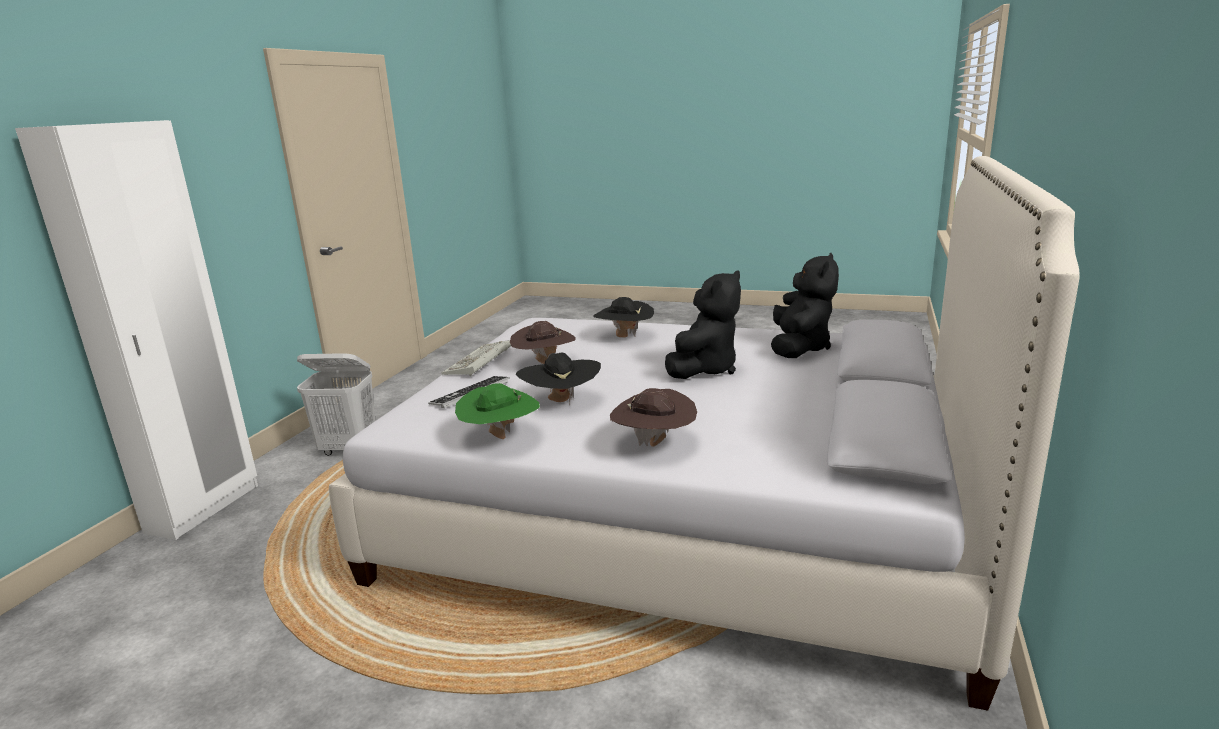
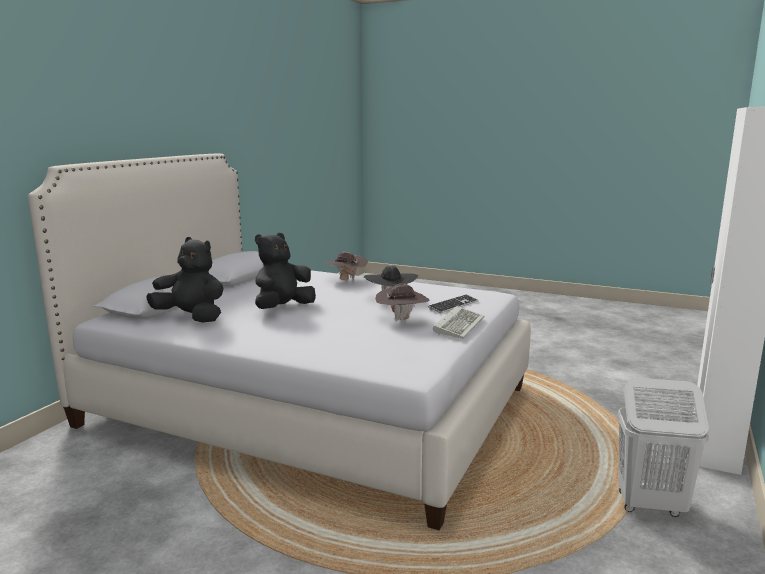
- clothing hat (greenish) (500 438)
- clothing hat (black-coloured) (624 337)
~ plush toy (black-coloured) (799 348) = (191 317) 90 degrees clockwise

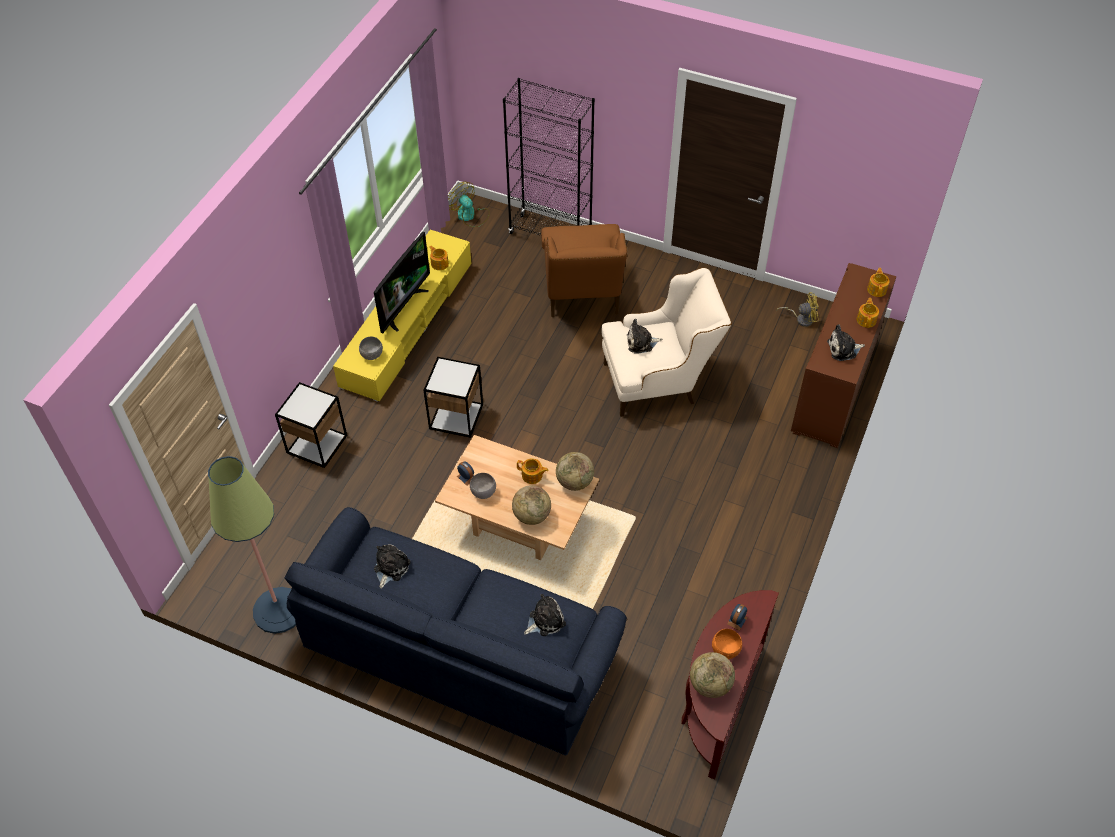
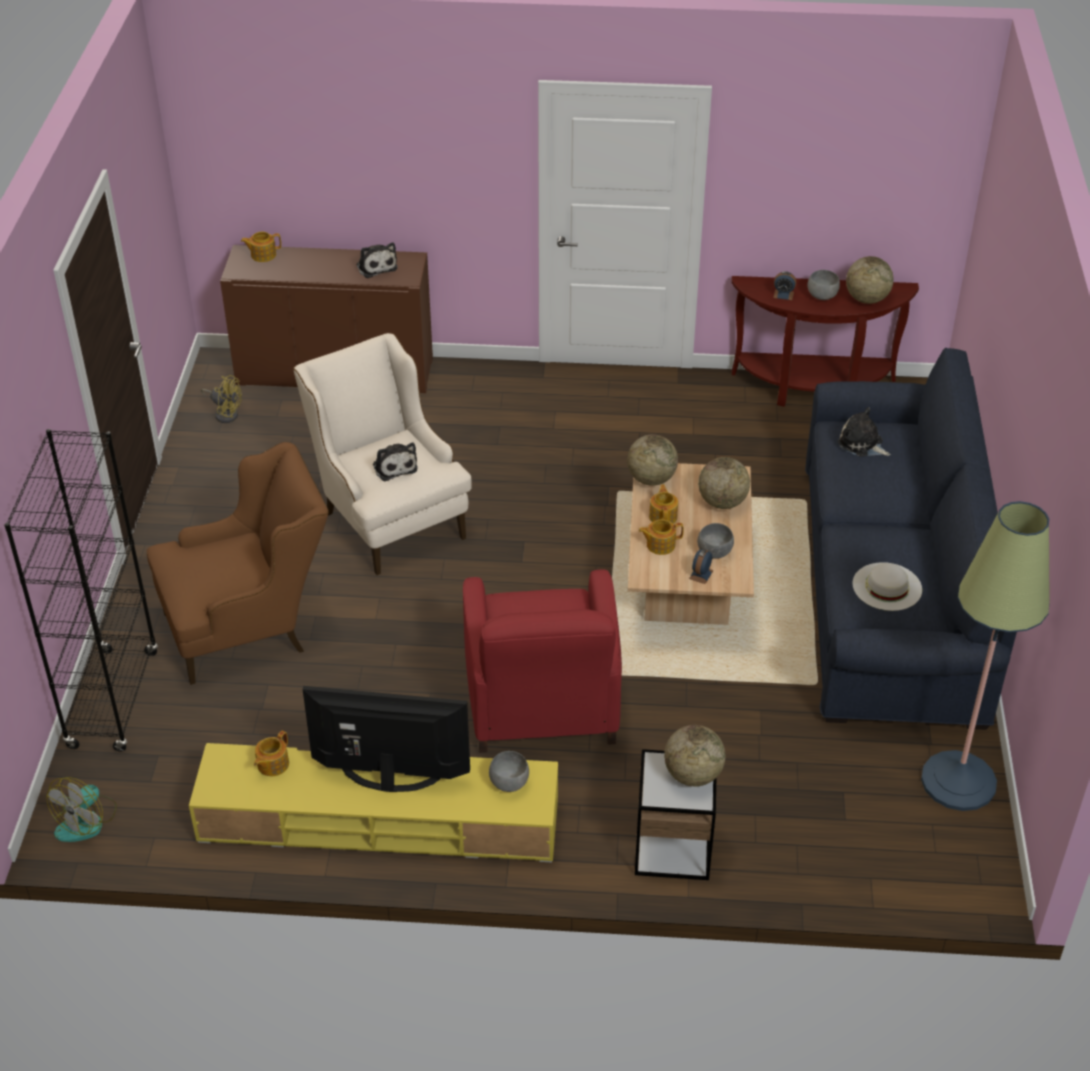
+ globe (692 775)
~ pot for tea (866 320) to (660 545)
~ plush toy (390 568) to clothing hat (whitish) (887 586)
~ accent table (456 416) to armchair (red) (542 701)
~ serving bowl (orange-coloured) (726 650) to serving bowl (grey) (822 296)
~ cooling fan (yellow) (801 319) = (225 413) 135 degrees clockwise

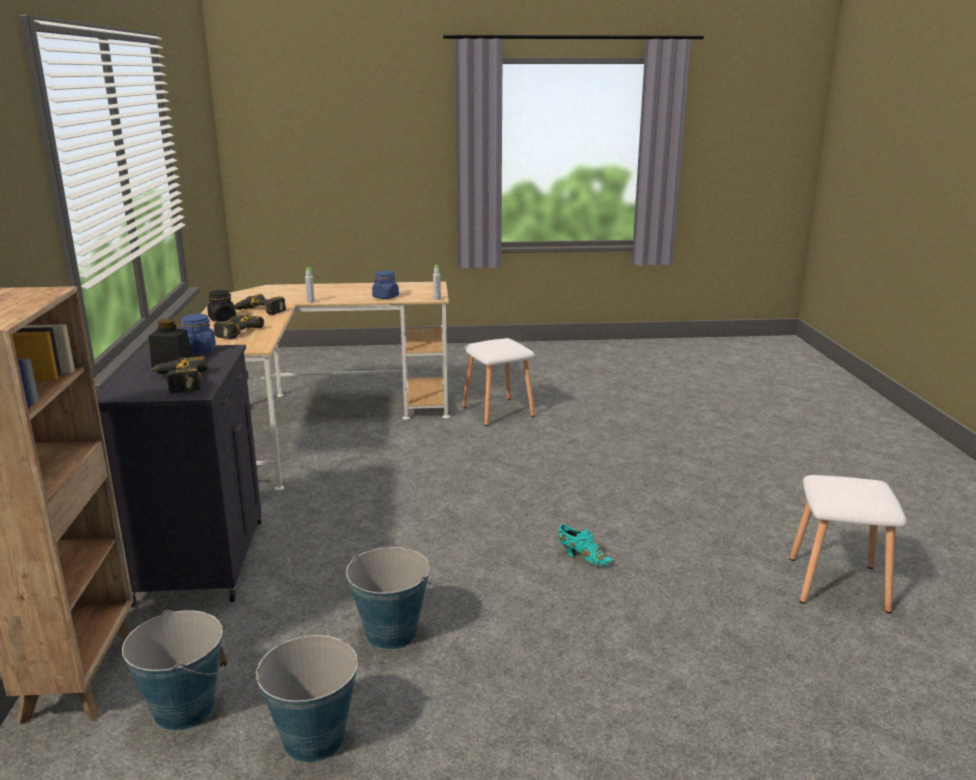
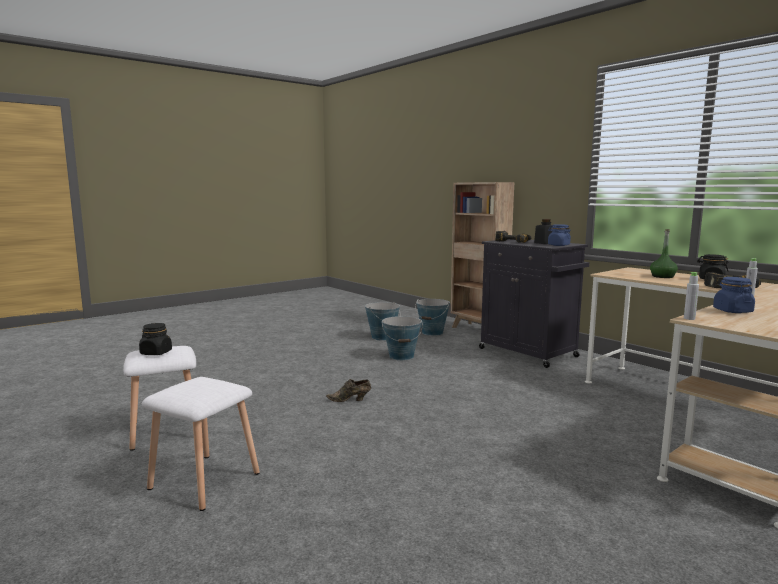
+ preserve jar (black-coloured) (156 353)
~ sitting stool (whitish) (498 411) to (204 482)
~ electric drill (234 331) to bottle (greenish) (662 276)
~ item of footwear (turquoise) (582 557) to item of footwear (brownish) (350 400)

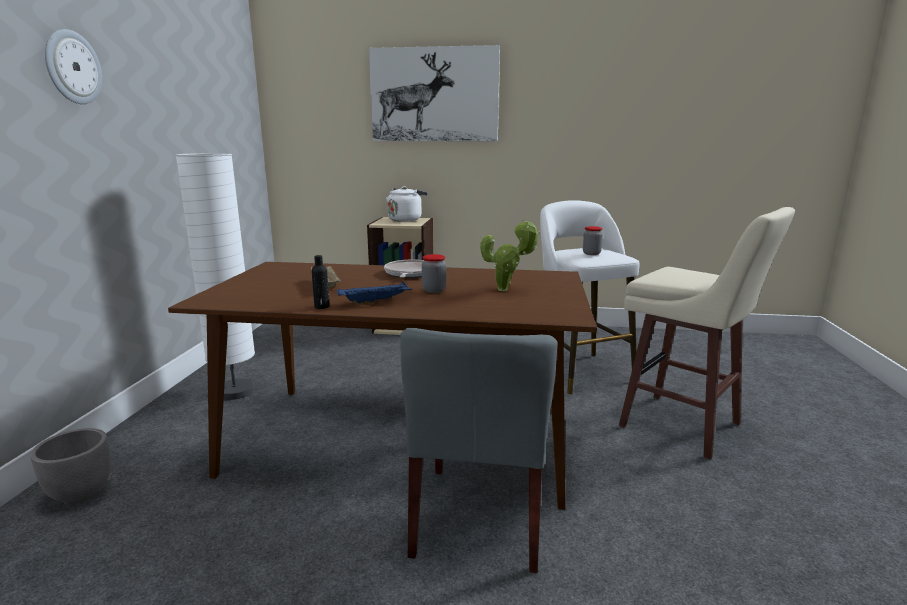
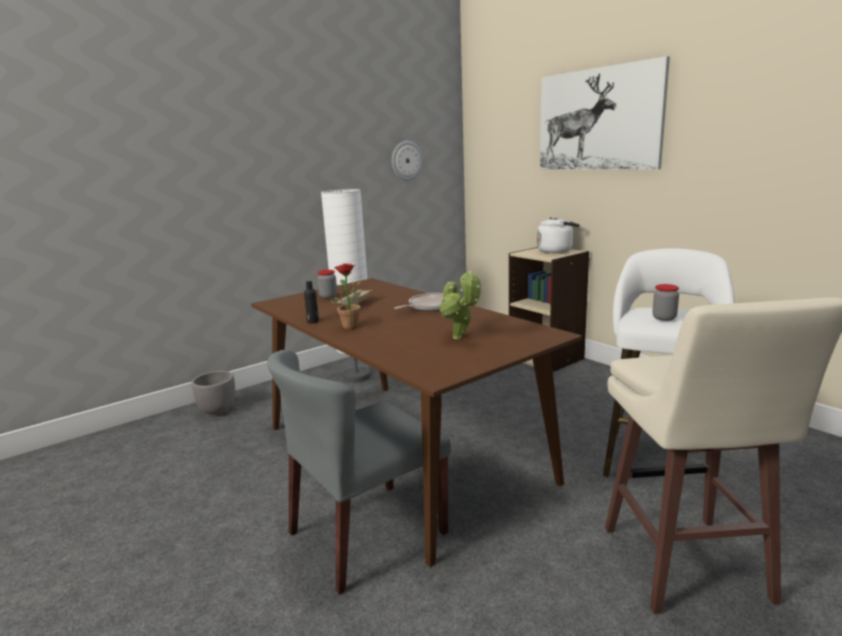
~ hanging clock (72 67) to (406 160)
~ preserve jar (434 290) to (328 296)
~ tray (blue) (376 302) to plant in a pot (348 326)

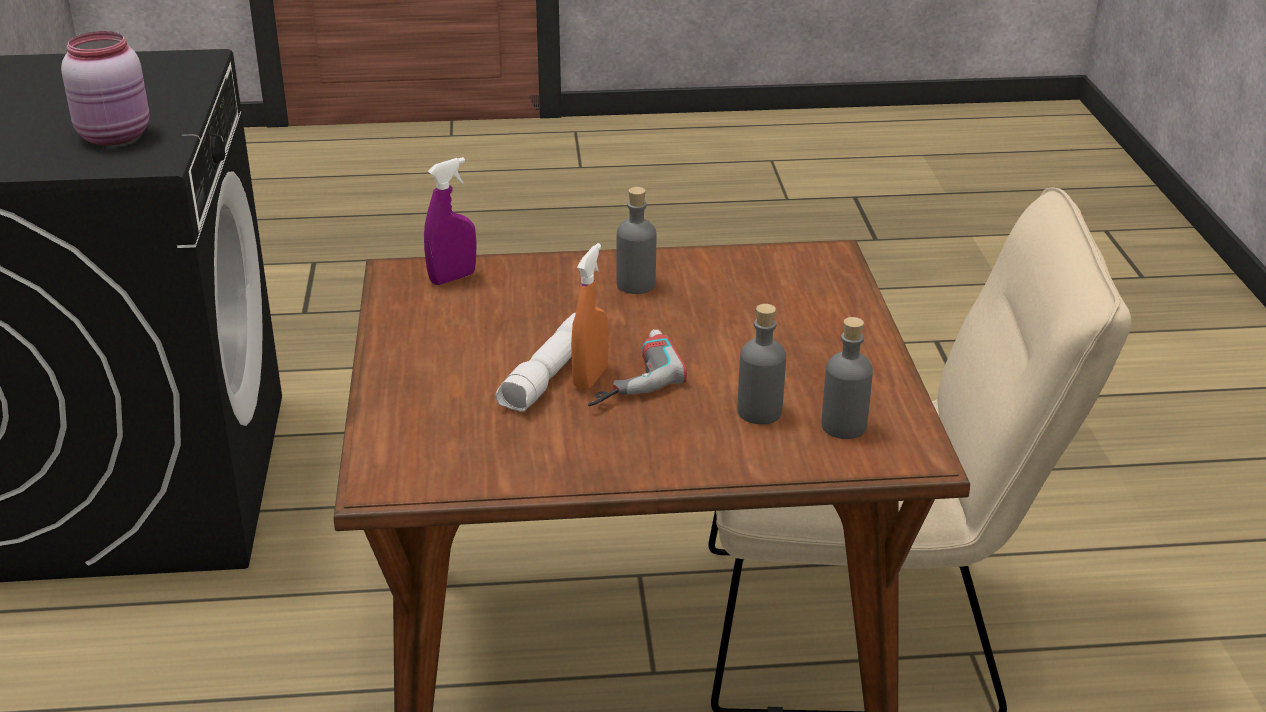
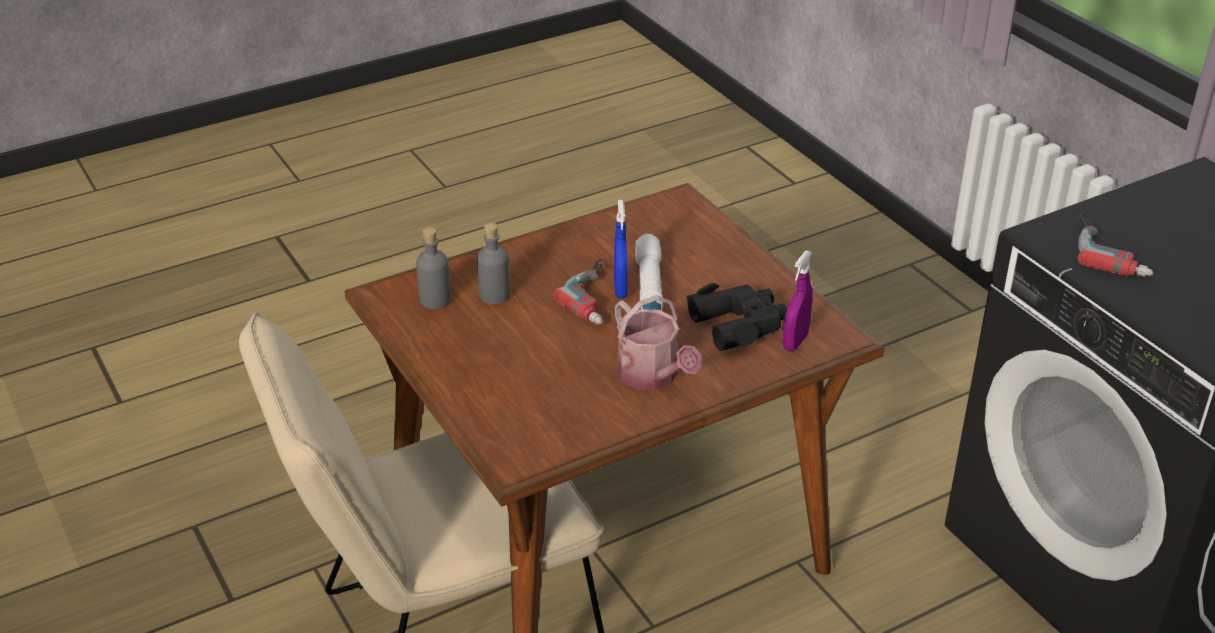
+ field glasses (black-coloured) (739 324)
~ preserve jar (pink) (116 136) to electric drill (1112 251)
~ bottle (grey) (636 284) to watering pot (653 377)
~ spray bottle (orange-coloured) (590 378) to spray bottle (blue) (620 289)

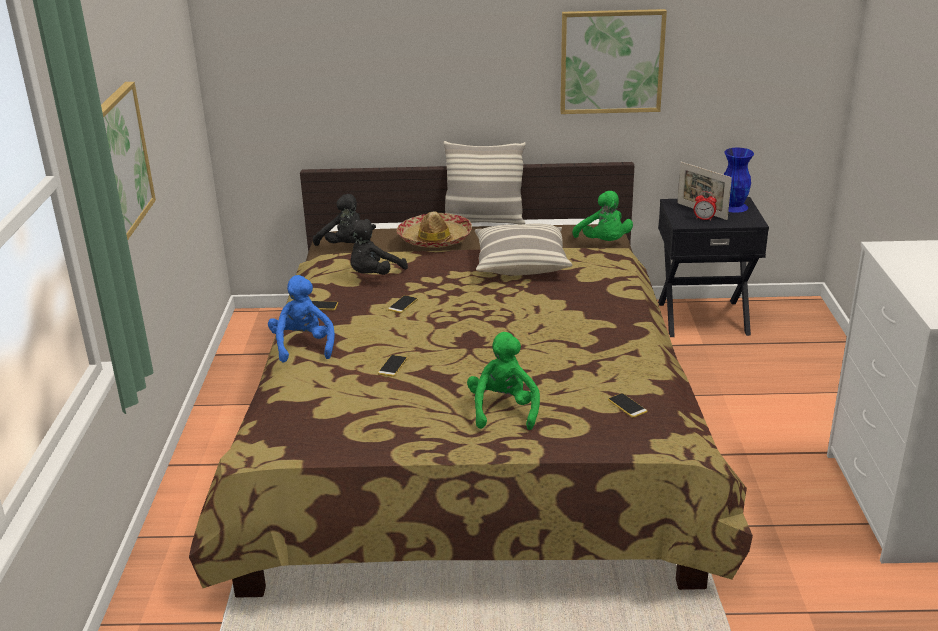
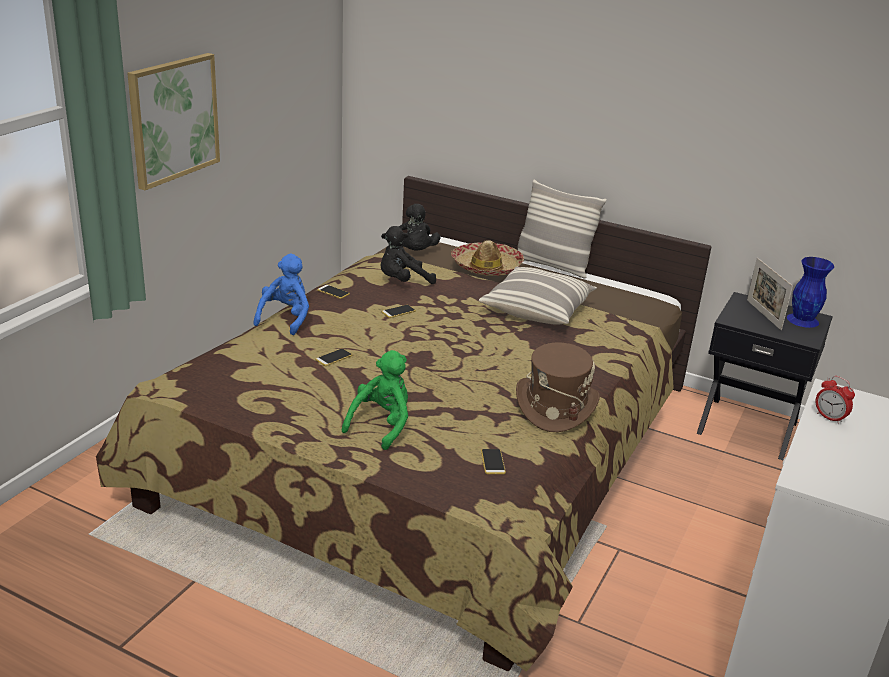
- wall picture (611 61)
- plush toy (greenish) (604 243)
+ clothing hat (brownish) (555 407)
~ table clock (704 219) to (829 418)

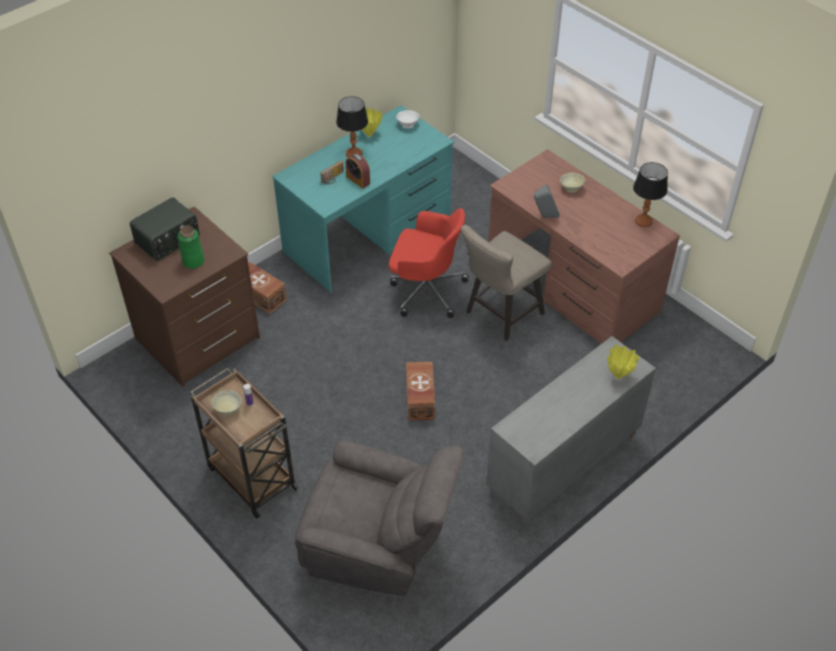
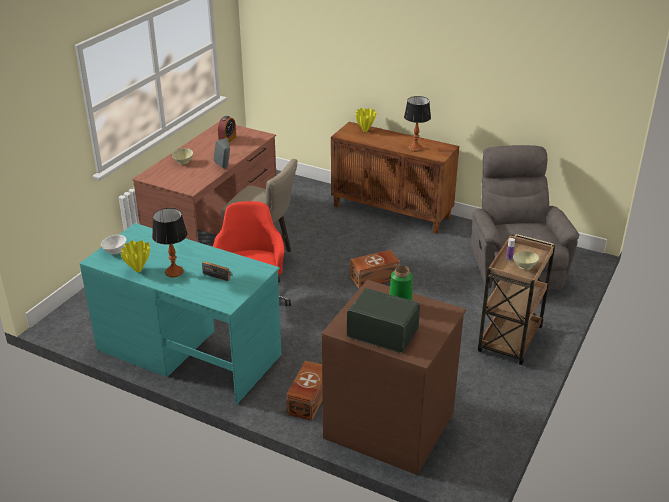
~ table clock (358 180) to (227 140)
~ tabletop lamp (643 221) to (415 148)
~ cupboard (grey) (563 466) to cupboard (brownish) (392 211)

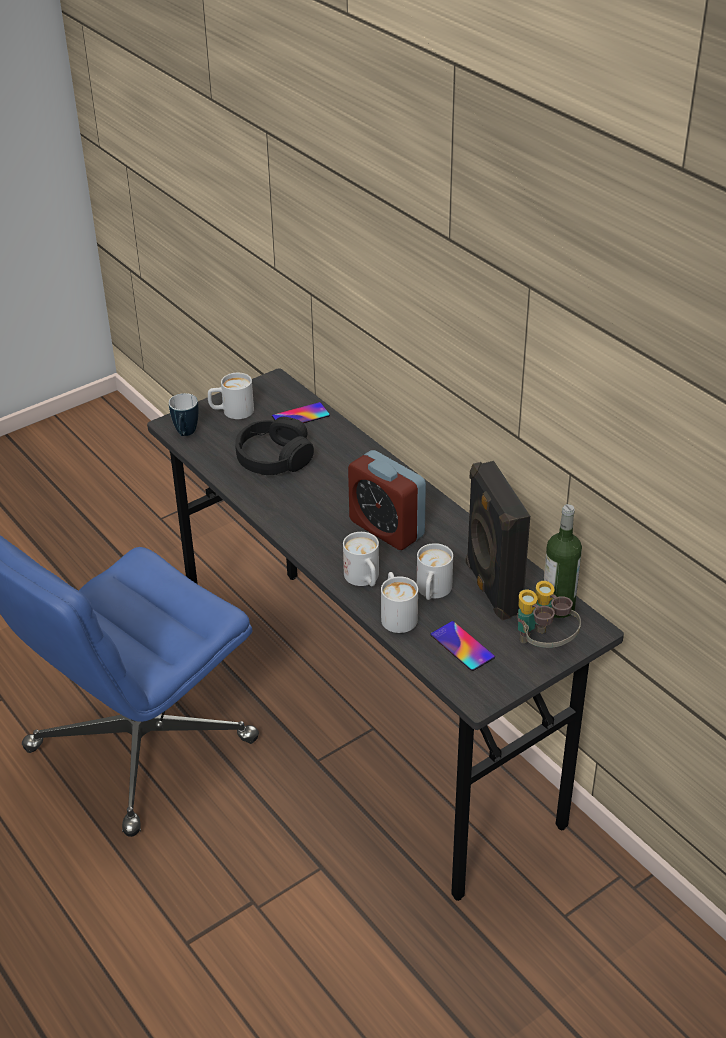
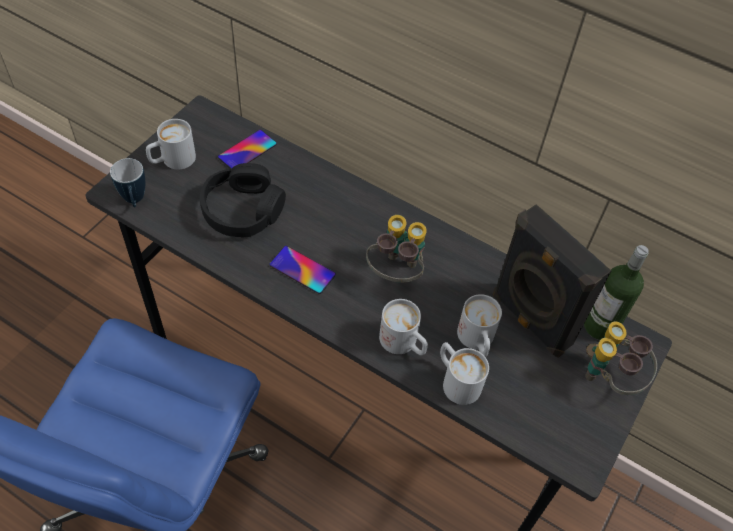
~ handset (462 646) to (302 270)
~ table clock (386 528) to field glasses (396 272)

